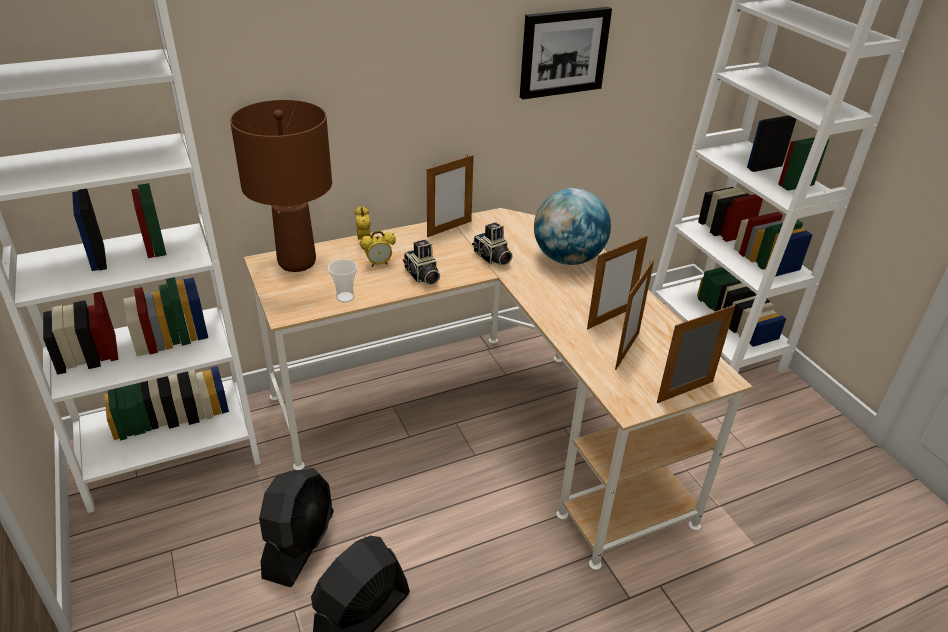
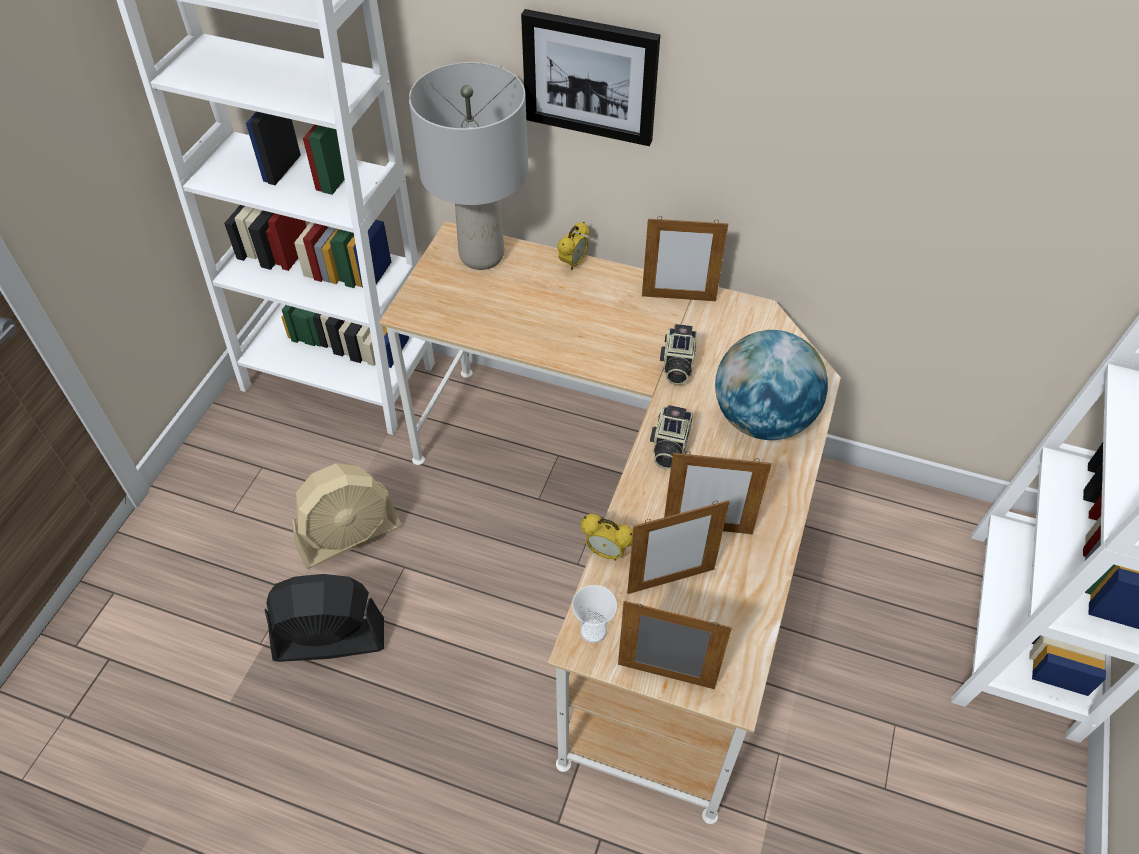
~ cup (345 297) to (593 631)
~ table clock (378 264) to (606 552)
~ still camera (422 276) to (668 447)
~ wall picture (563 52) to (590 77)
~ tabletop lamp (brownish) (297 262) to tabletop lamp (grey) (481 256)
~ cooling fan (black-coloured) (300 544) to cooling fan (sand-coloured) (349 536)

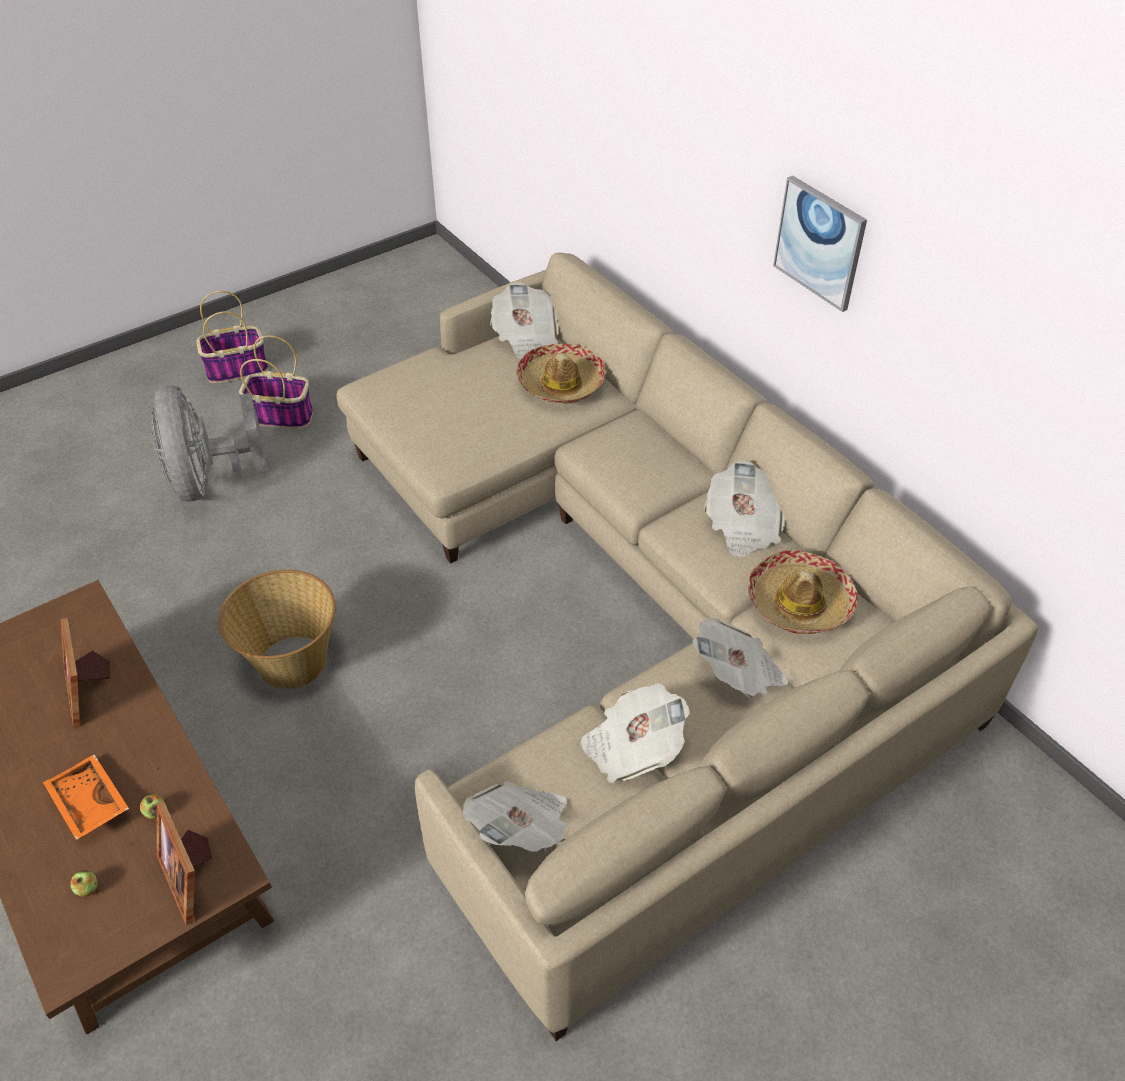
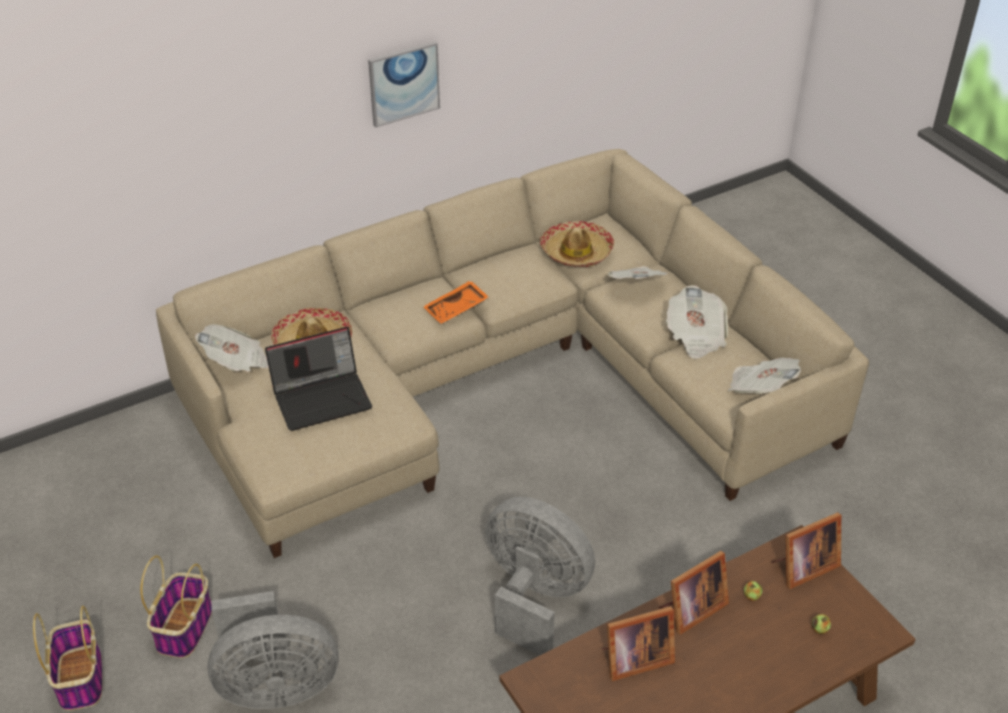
- newspaper (743 526)
+ notebook computer (323 397)
+ picture frame (691 610)
~ tray (orange-coloured) (87 804) to (456 309)
~ basket (291 661) to cooling fan (grey) (534 597)

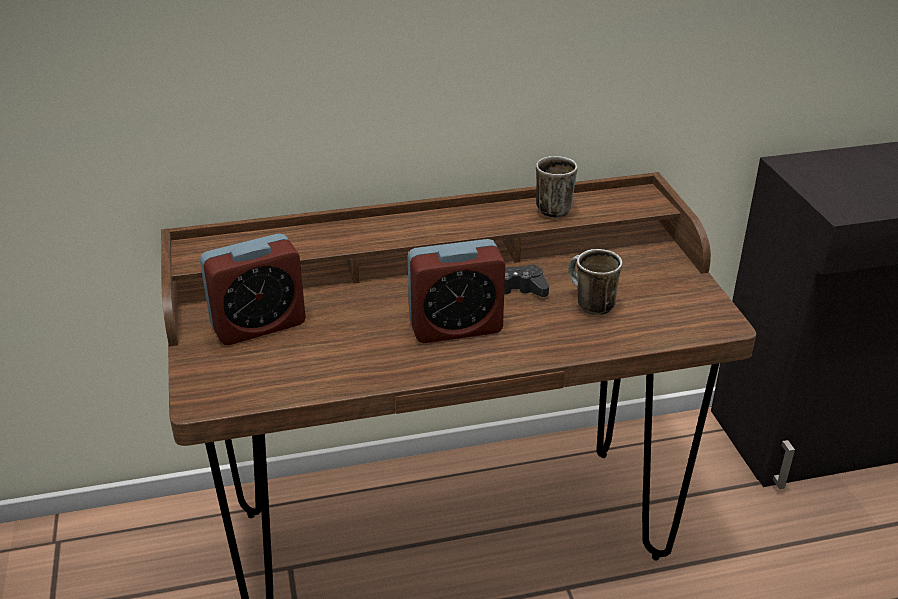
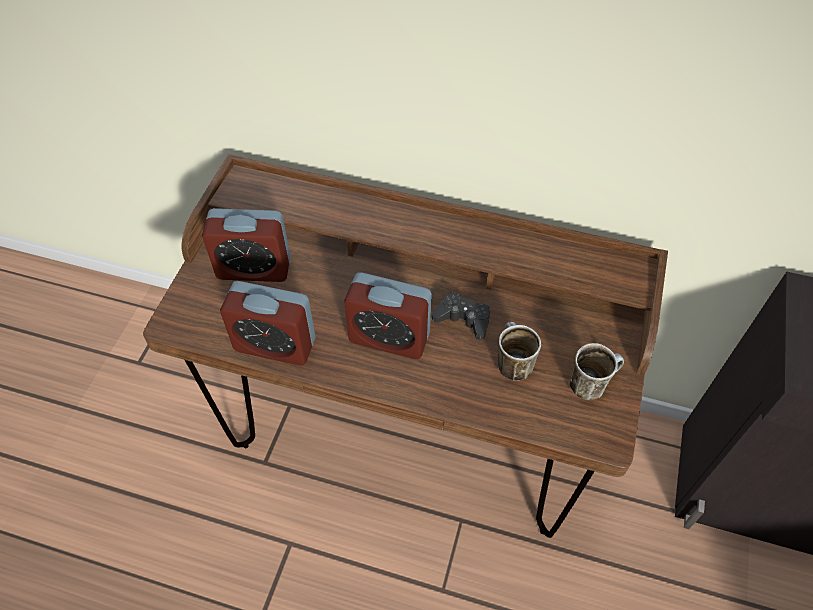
+ table clock (275 345)
~ mug (555 207) to (591 383)

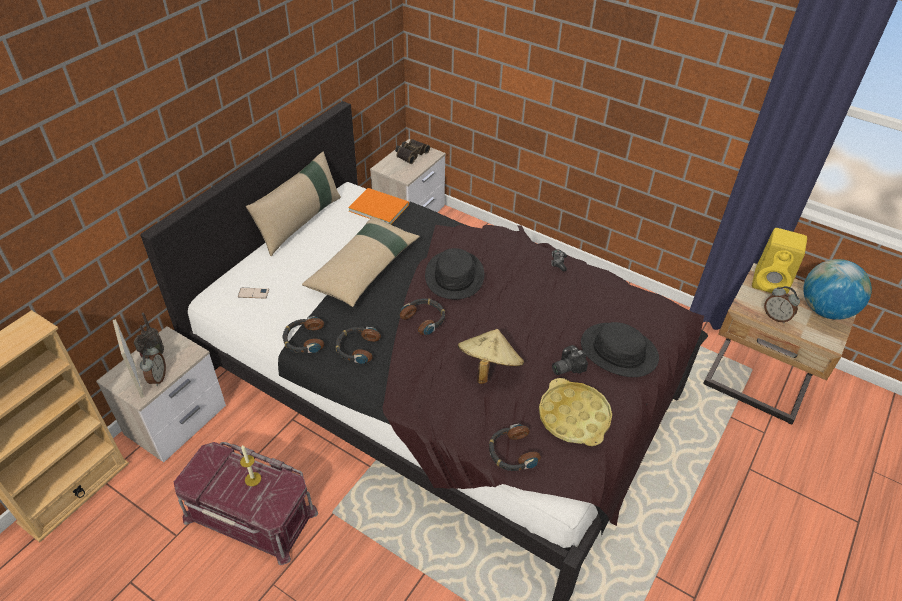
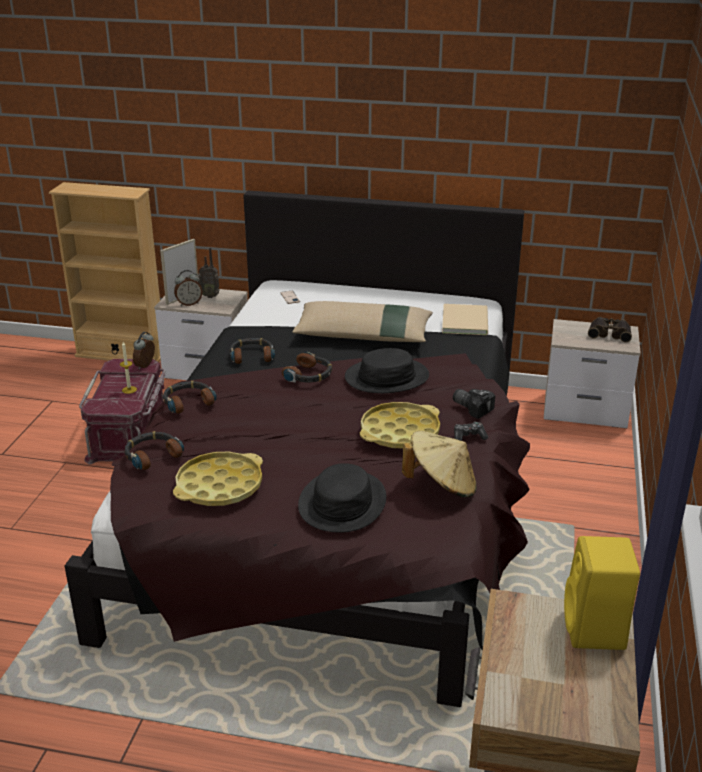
- cushion (sand-coloured) (300 222)
- globe (825 310)
+ tray (yellow) (399 432)
~ headphones (304 340) to (188 402)
~ clothing hat (sand-coloured) (488 368) to (441 485)
~ still camera (566 366) to (473 407)
~ table clock (776 317) to (146 366)
~ book (orange-coloured) (378 206) to book (sand-coloured) (466 321)

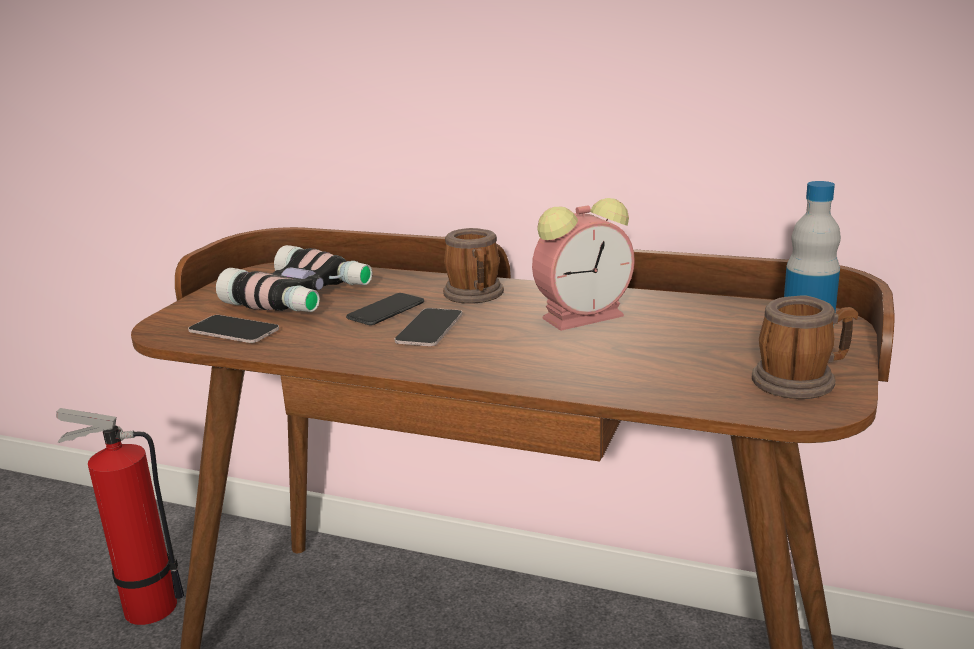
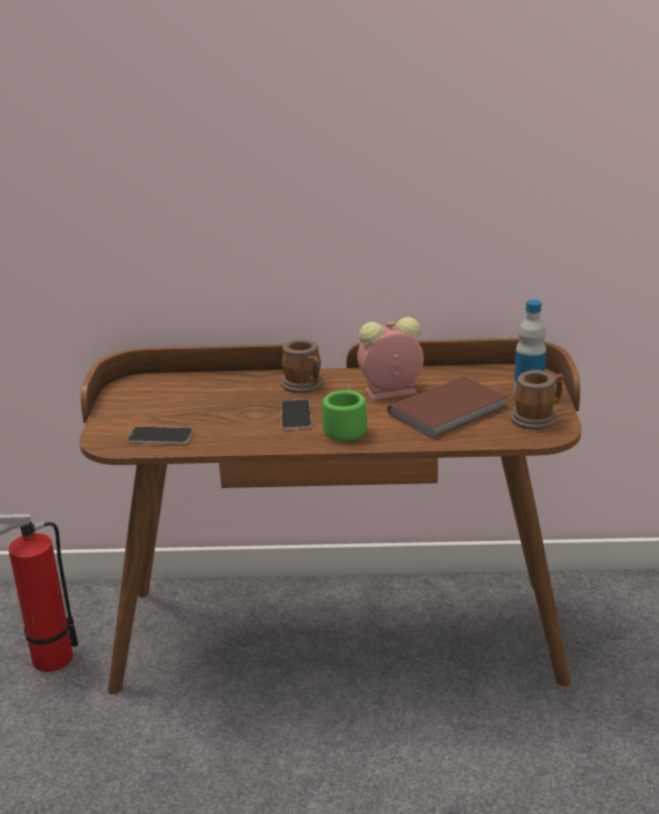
- field glasses (302 297)
- handset (386 310)
+ mug (greenish) (343 430)
+ book (brownish) (450 411)
~ table clock (585 316) = (389 392) 150 degrees counterclockwise

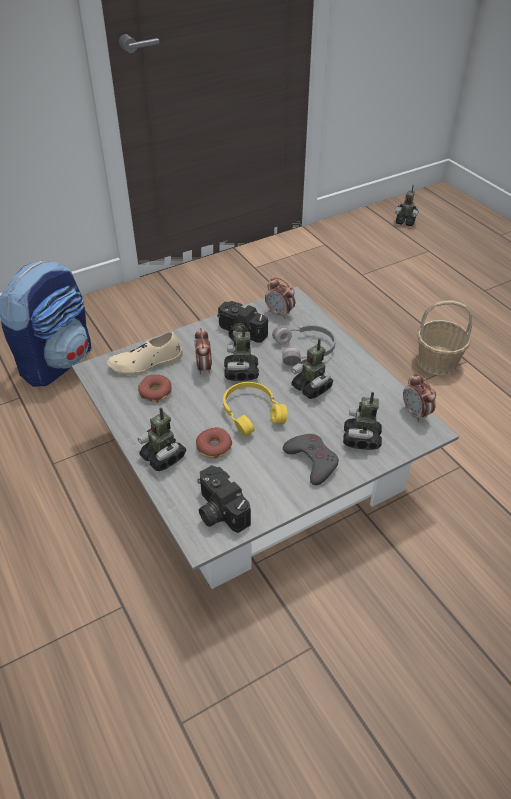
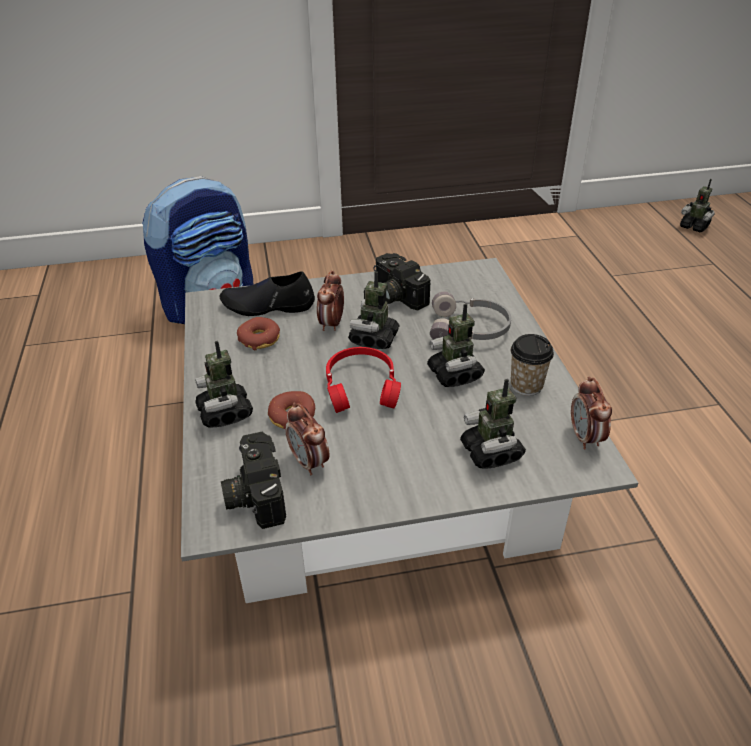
- game controller (grey) (312 461)
- basket (438 362)
+ cup (526 385)
~ table clock (279 313) to (309 462)
~ item of footwear (sand-coloured) (146 363) to item of footwear (black-coloured) (268 306)
~ headphones (yellow) (252 412) to headphones (red) (362 387)
~ model robot (361 439) = (491 452) 45 degrees counterclockwise

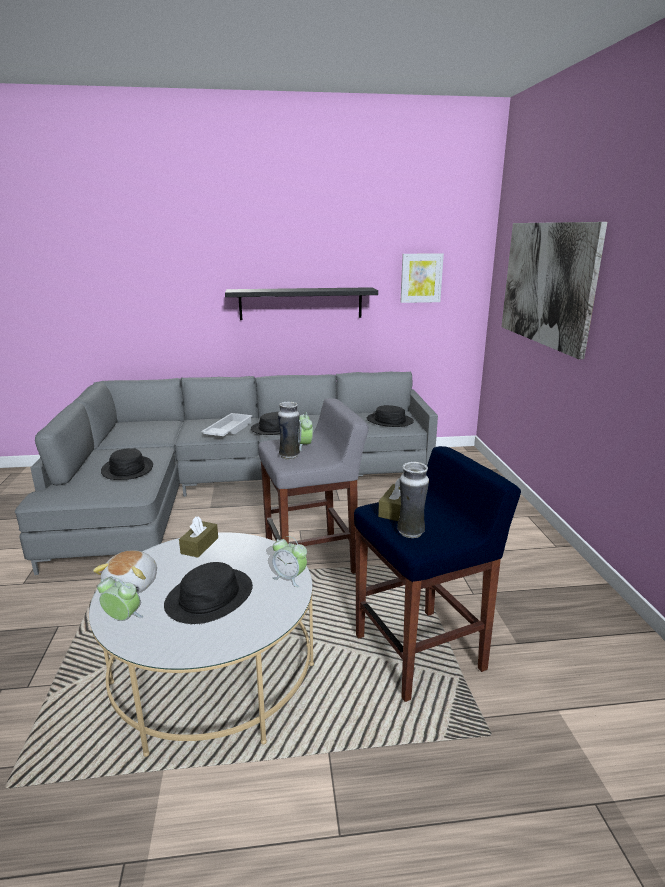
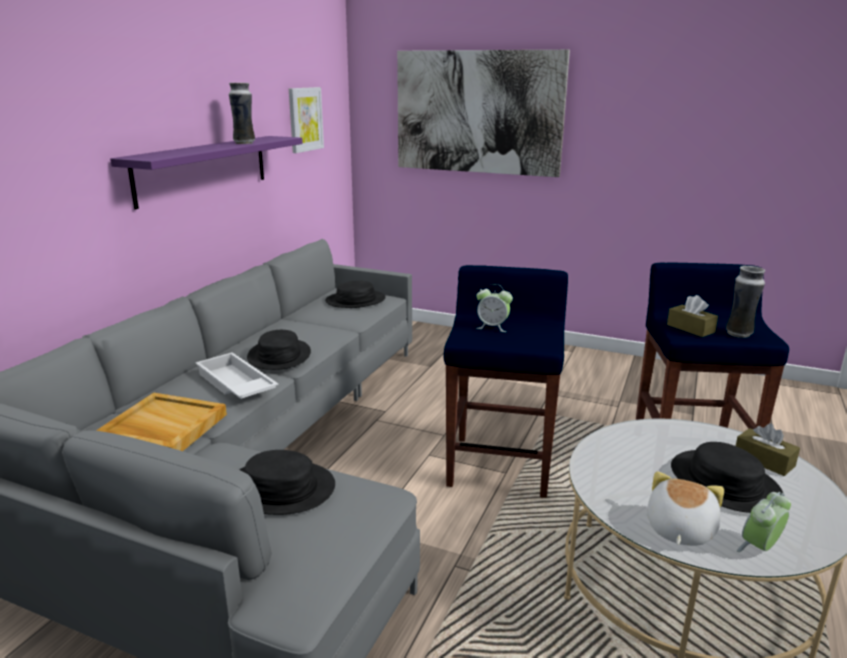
- table clock (290 578)
+ tray (sand-coloured) (162 429)
~ tissue box (brownish) (199 545) to (764 460)
~ decorative vase (289 456) to (244 143)
~ wall shelf (black-coloured) (301 303) to wall shelf (purple-coloured) (203 169)
~ sitting stool (grey) (312 559) to sitting stool (blue) (500 465)
~ plush toy (133 583) = (678 529) 105 degrees counterclockwise

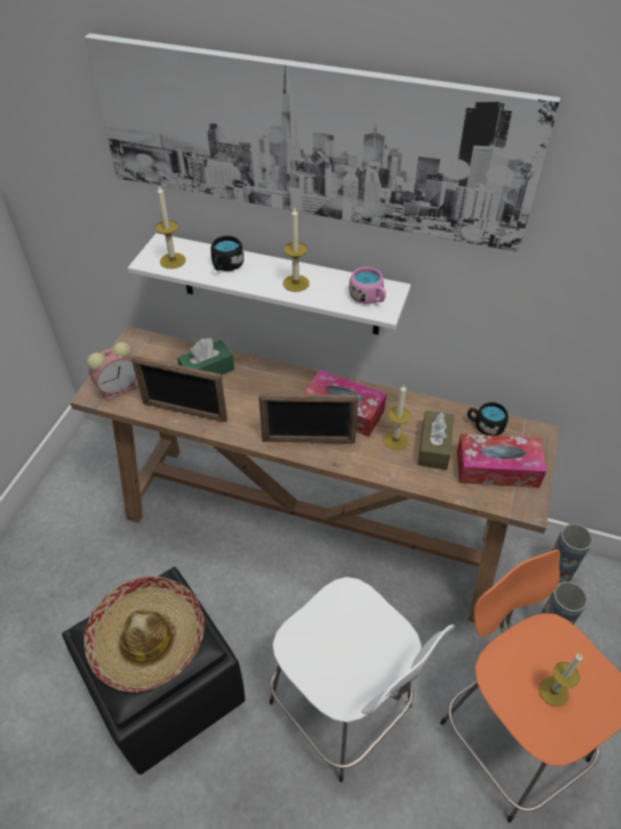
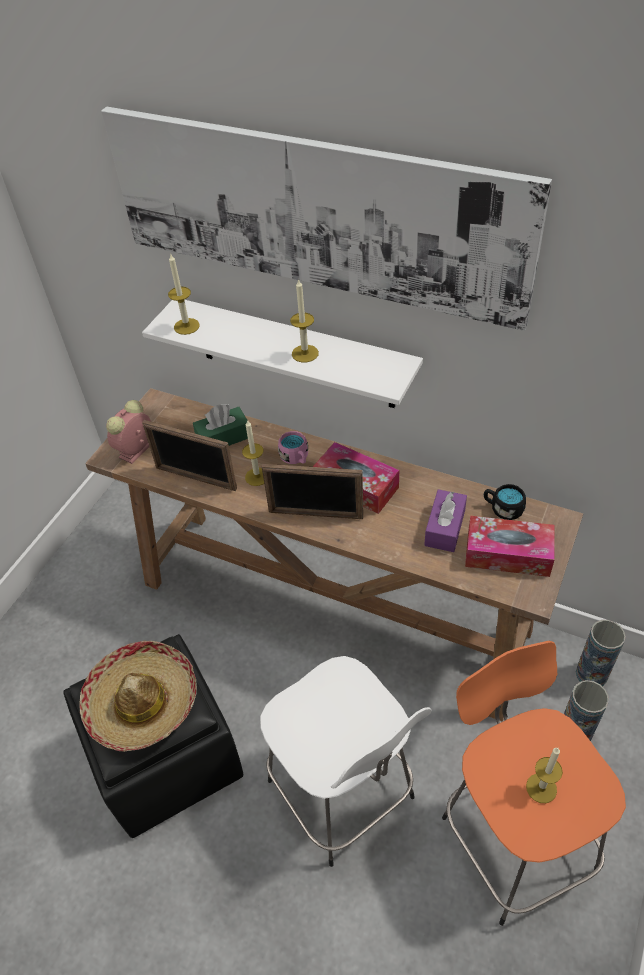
- mug (black-coloured) (226 266)
~ mug (pink) (368 298) to (296 458)
~ wax light (395 440) to (257 476)
~ tissue box (brownish) (434 447) to tissue box (purple-coloured) (445 528)
~ table clock (120 388) = (135 451) 150 degrees clockwise

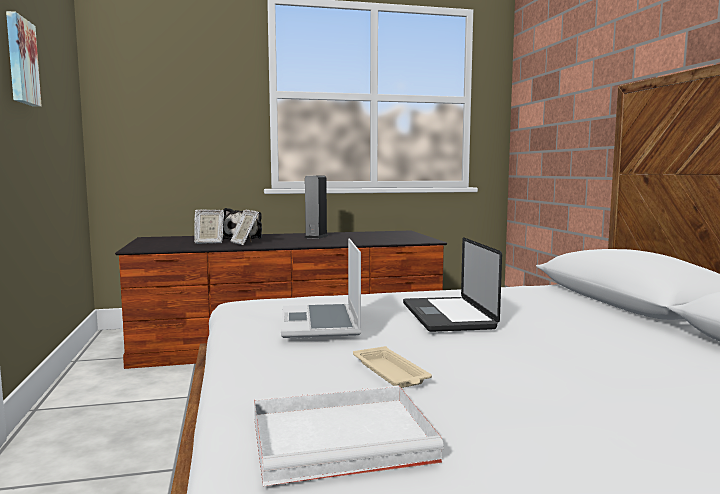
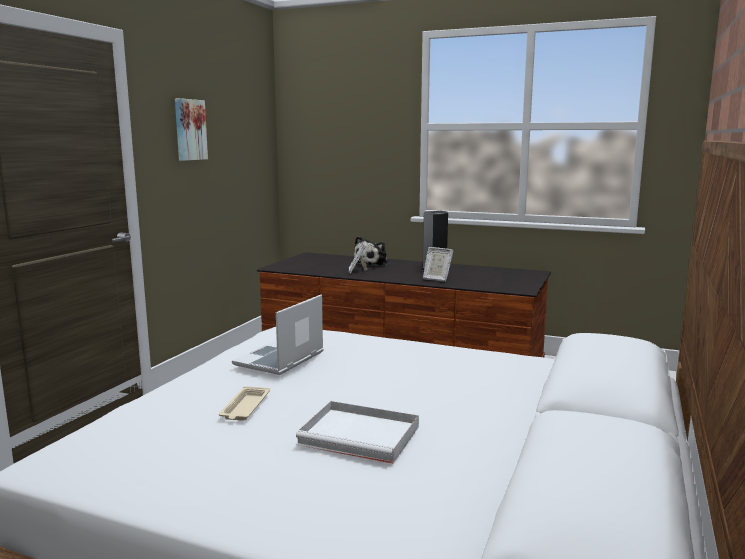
- notebook computer (447 316)
~ picture frame (209 243) to (436 279)
~ tray (whitish) (344 438) to (362 435)

